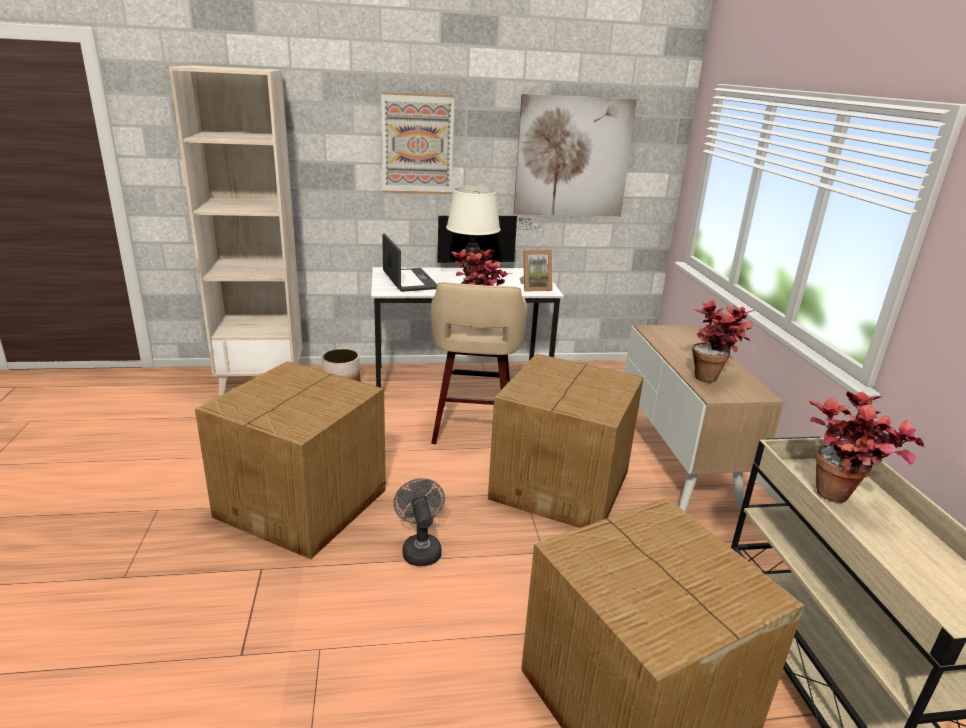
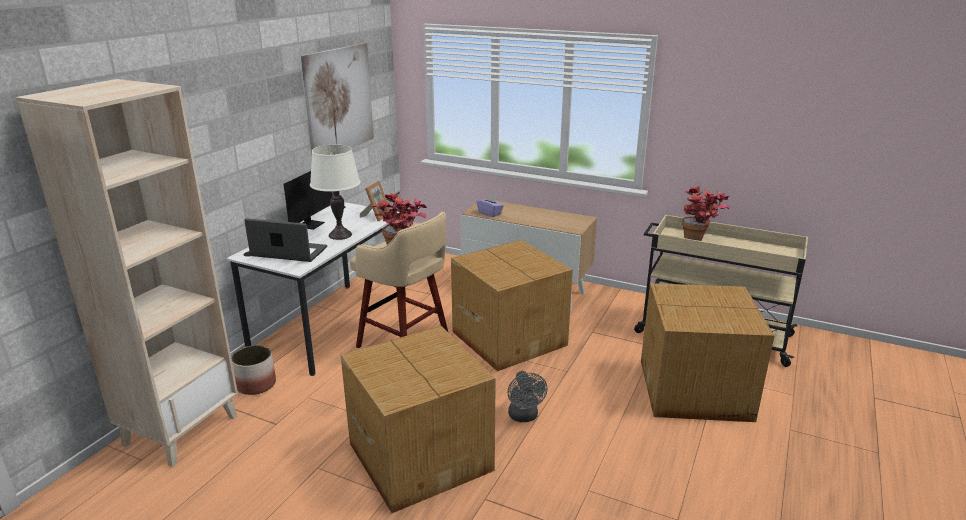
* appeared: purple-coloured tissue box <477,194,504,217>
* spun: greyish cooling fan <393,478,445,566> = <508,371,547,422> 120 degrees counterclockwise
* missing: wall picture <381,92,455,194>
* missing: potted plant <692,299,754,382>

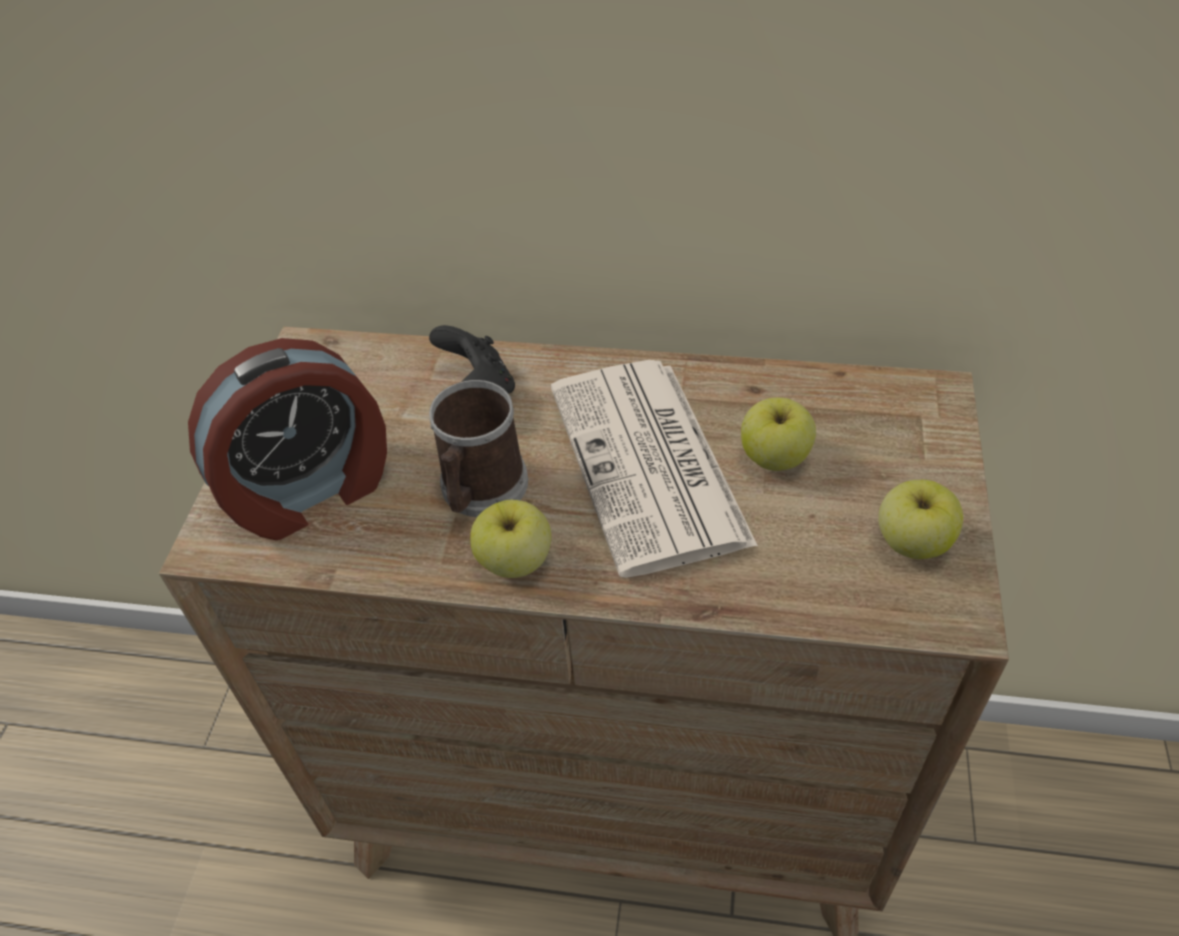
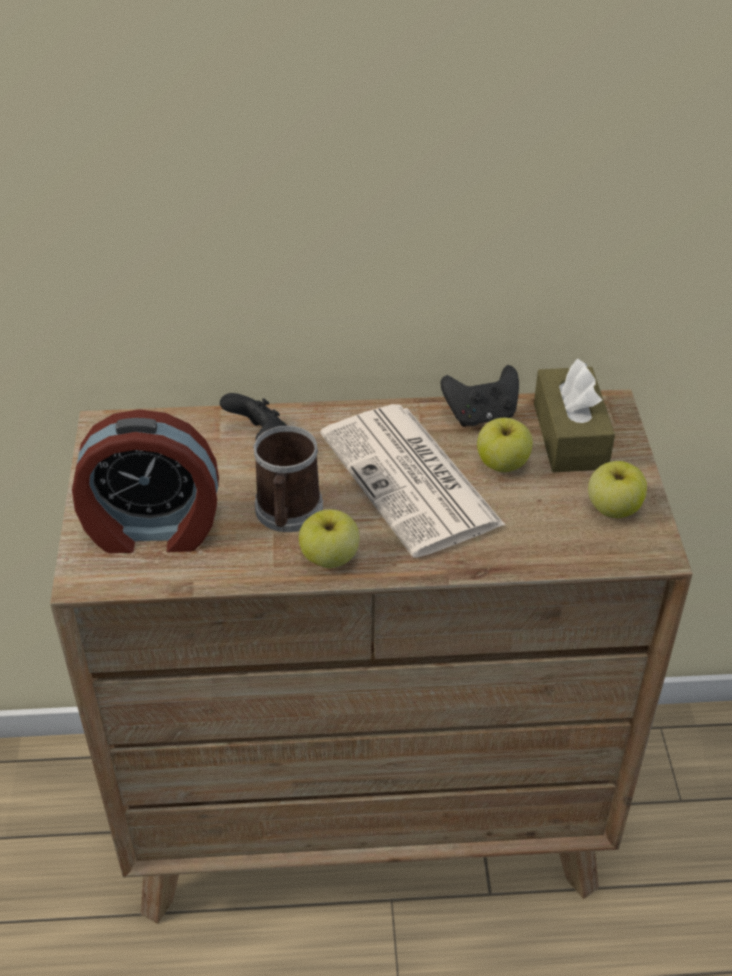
* spun: bedside clock <188,338,387,540> = <72,409,219,553> 45 degrees clockwise
* appeared: black gamepad <441,365,519,426>
* appeared: brown-coloured tissue box <534,358,615,472>

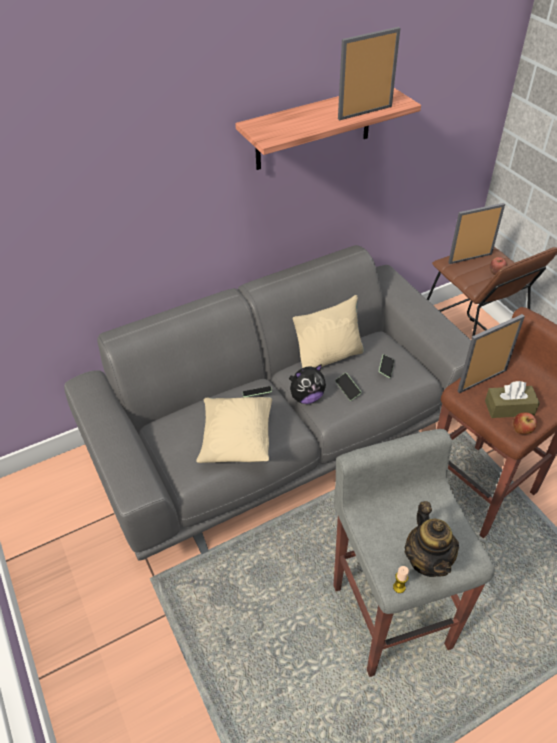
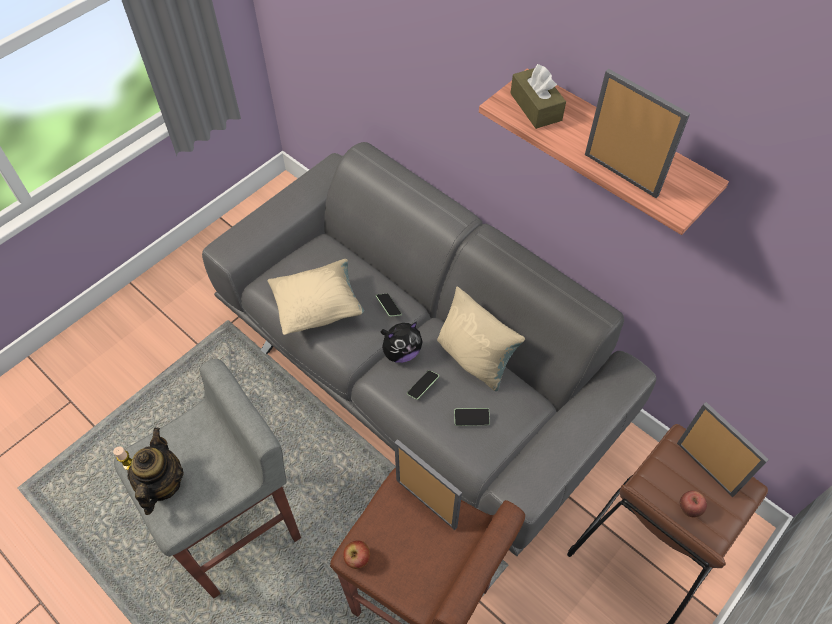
* spun: teapot <404,501,459,577> = <127,428,184,515> 120 degrees clockwise
* spun: soft toy <289,364,326,404> = <380,322,422,363> 75 degrees counterclockwise
* relocated: brown-coloured tissue box <485,381,540,418> to <510,64,566,129>

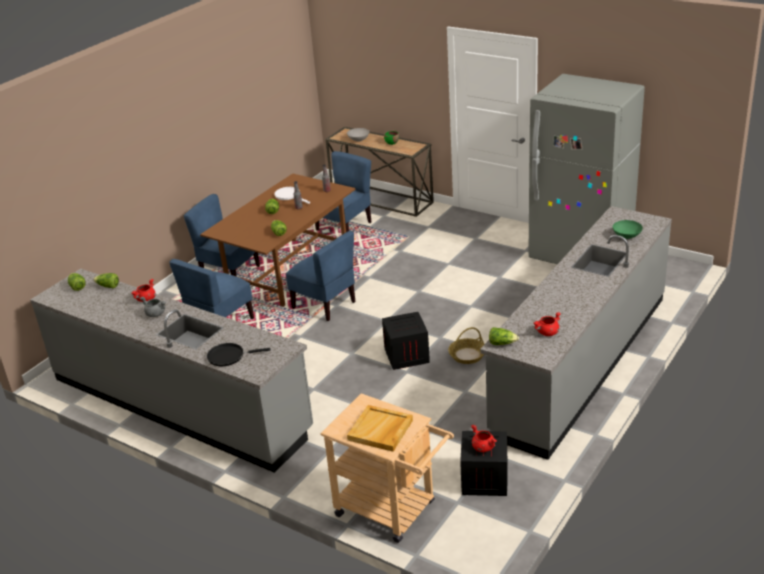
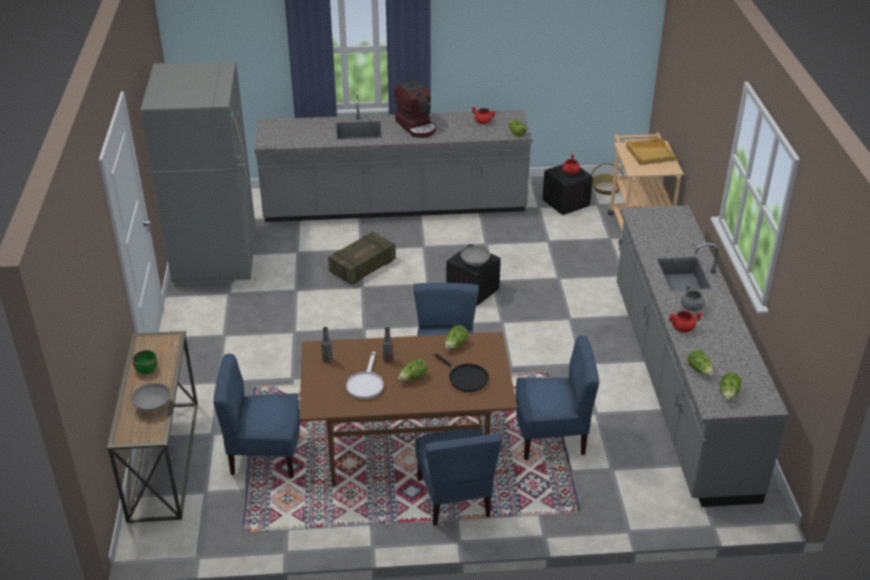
* appeared: packing crate <328,232,396,285>
* appeared: coffee machine <394,80,436,138>
* relocated: black frying pan <207,343,271,366> to <434,353,489,392>
* appeared: greyish deep dish <460,246,490,266>
* relocated: storage basket <448,327,484,364> to <591,163,624,195>
* missing: green-coloured deep dish <613,220,643,239>

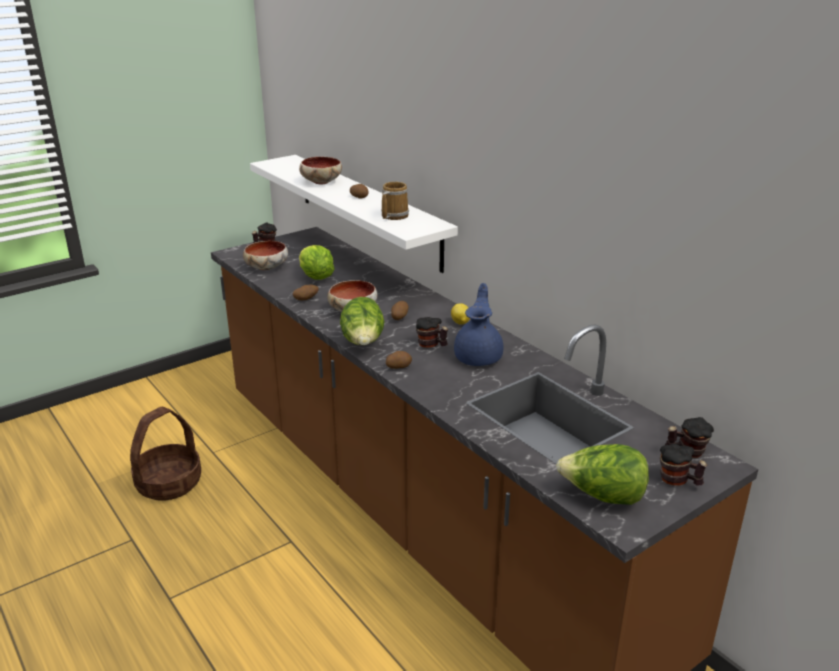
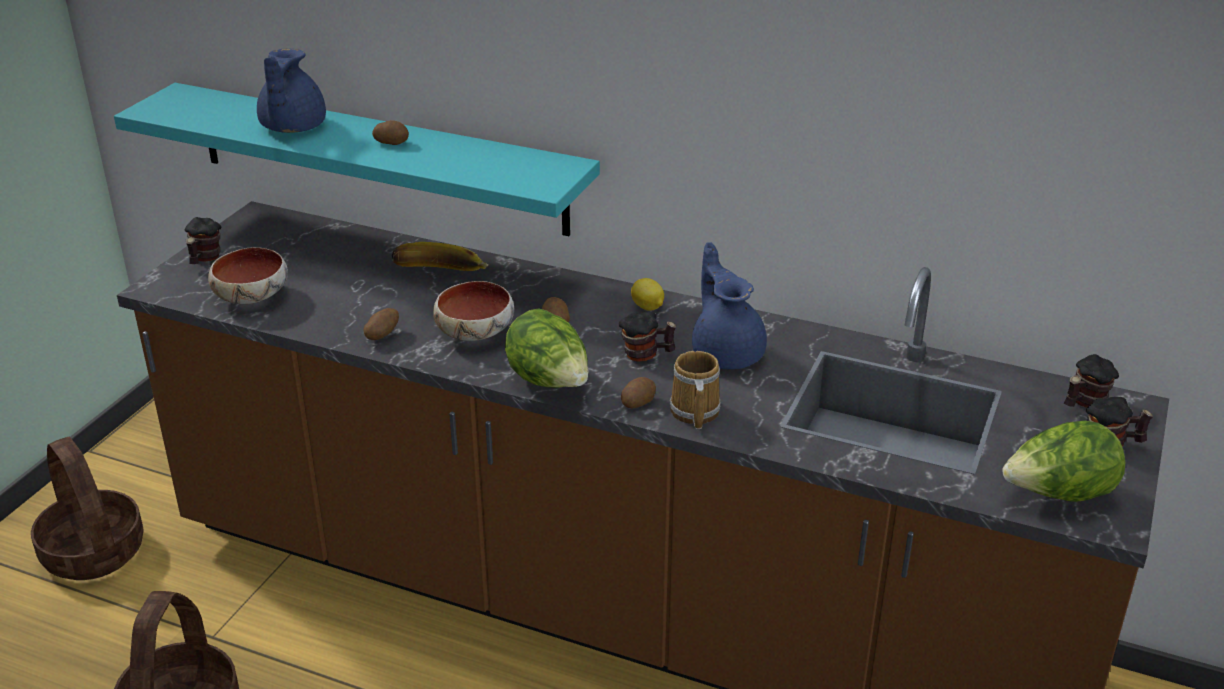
* appeared: storage basket <31,437,143,580>
* colour: white wall shelf <250,155,458,273> to turquoise-coloured wall shelf <114,83,600,236>
* exchanged: deep dish <299,157,342,184> to blue-coloured teapot <257,48,326,133>
* appeared: banana fruit <392,242,488,271>
* relocated: mug <381,182,409,220> to <670,351,721,429>
* missing: lettuce head <299,245,335,280>

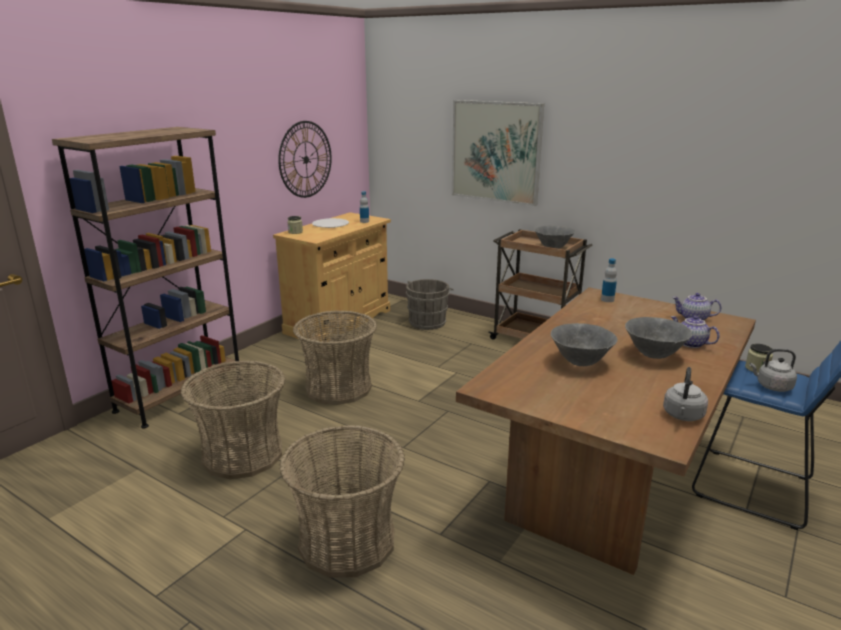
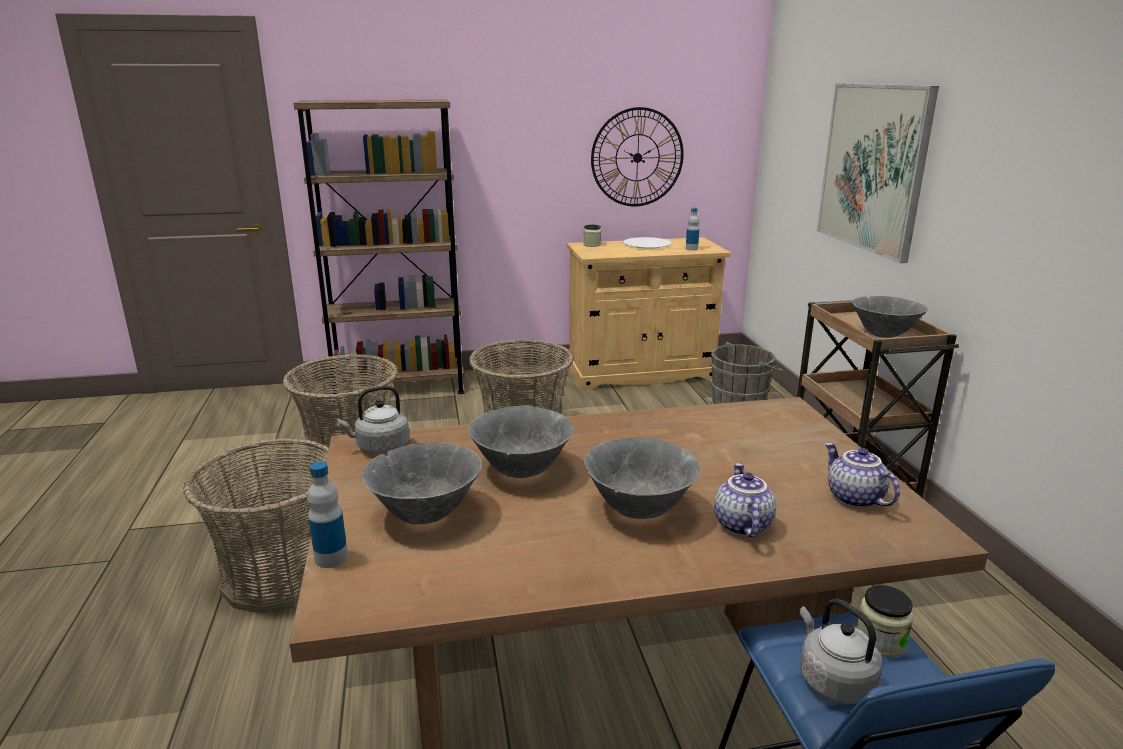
* relocated: beverage bottle <601,258,617,302> to <307,461,348,568>
* relocated: greyish kettle <663,367,708,421> to <337,385,410,454>
* appeared: greyish deep dish <361,442,482,525>

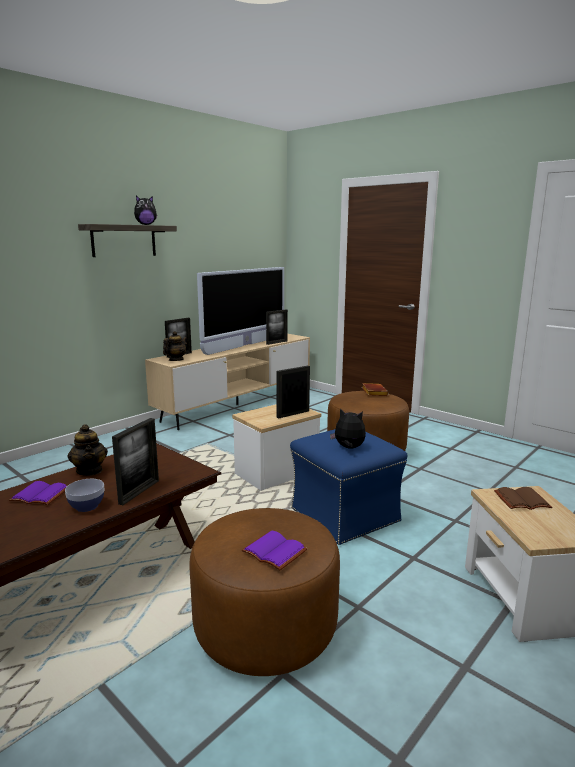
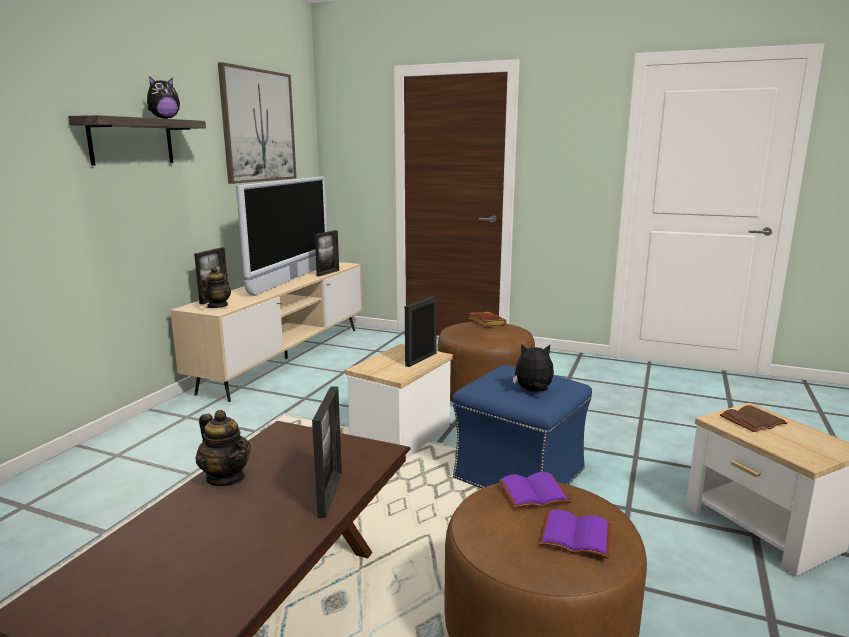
* appeared: wall picture <218,62,297,184>
* relocated: purple-coloured book <9,481,67,505> to <499,472,572,509>
* missing: deep dish <65,479,104,512>

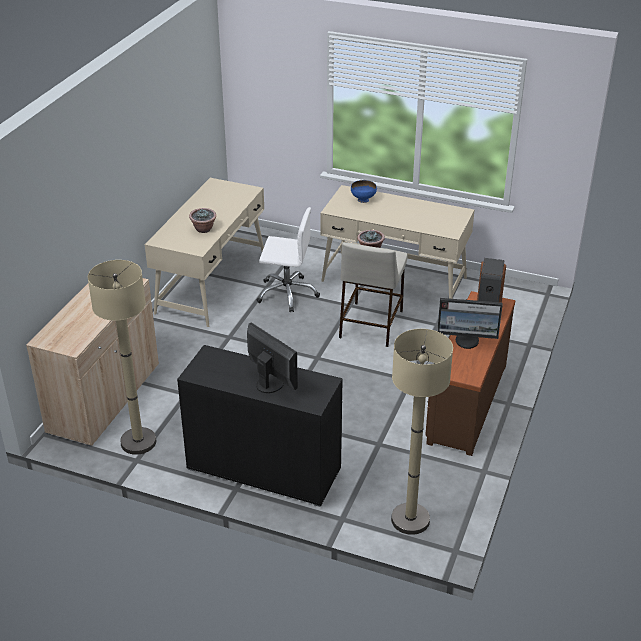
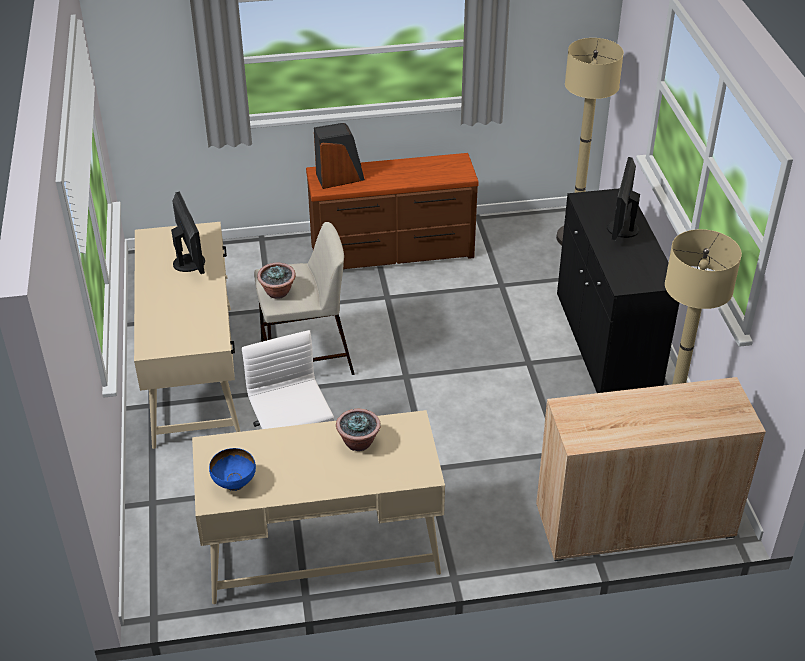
* relocated: computer display <437,298,503,349> to <171,191,205,274>
* relocated: blue-coloured deep dish <351,180,377,203> to <209,448,256,491>

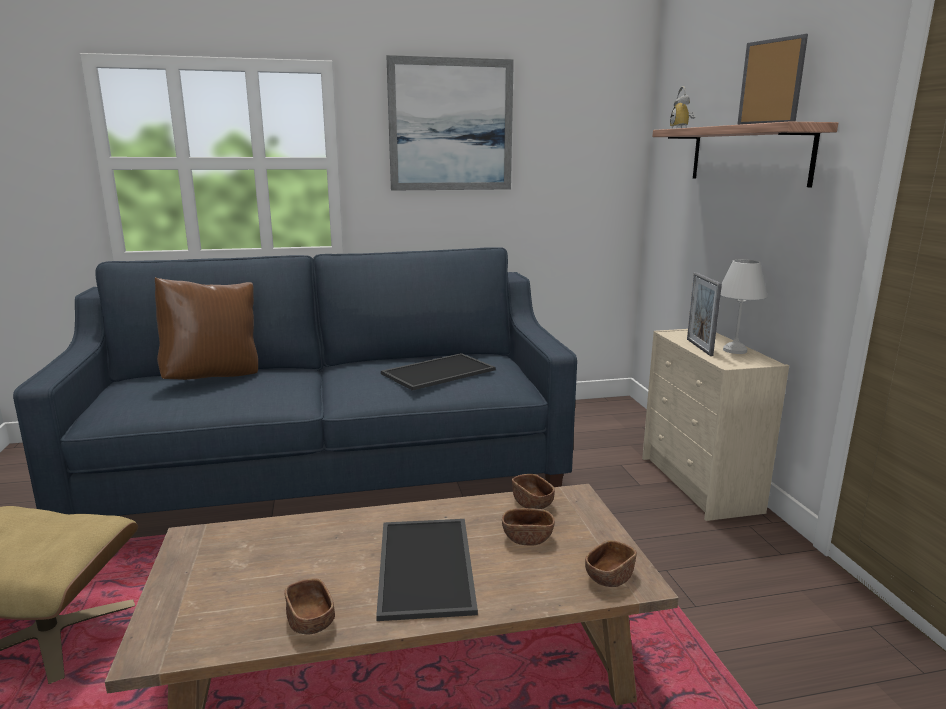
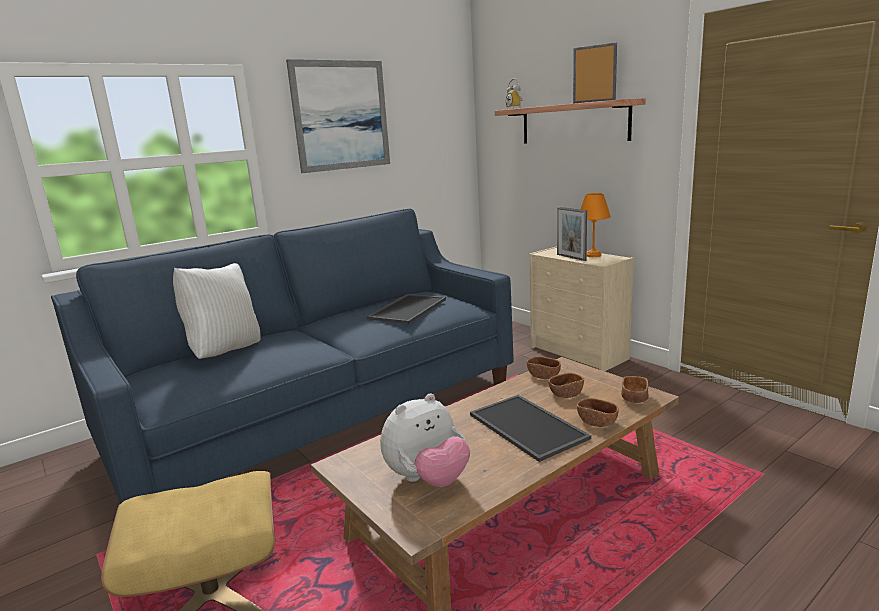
* colour: brown-coloured throw pillow <155,277,258,380> to white throw pillow <173,263,261,359>
* appeared: soft toy <380,393,470,487>
* relocated: brown-coloured deep dish <285,579,335,634> to <577,398,619,427>
* colour: white tabletop lamp <720,259,768,354> to orange-coloured tabletop lamp <580,193,611,257>

